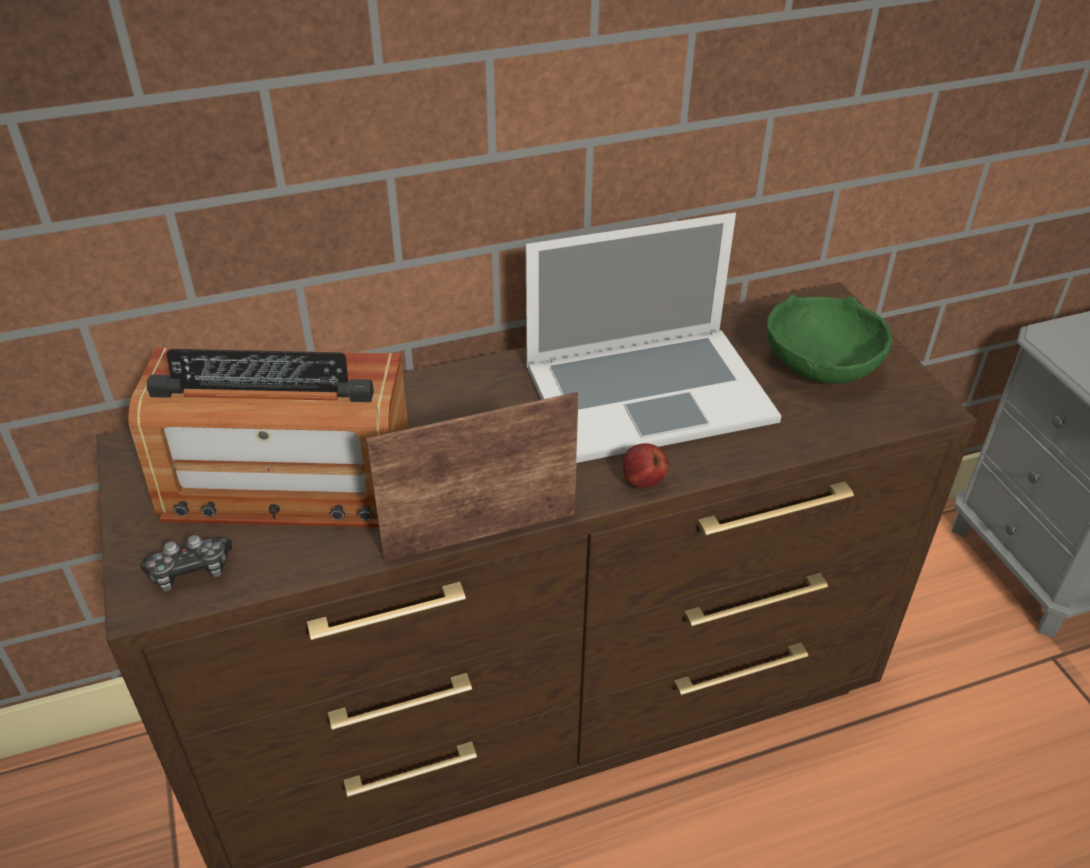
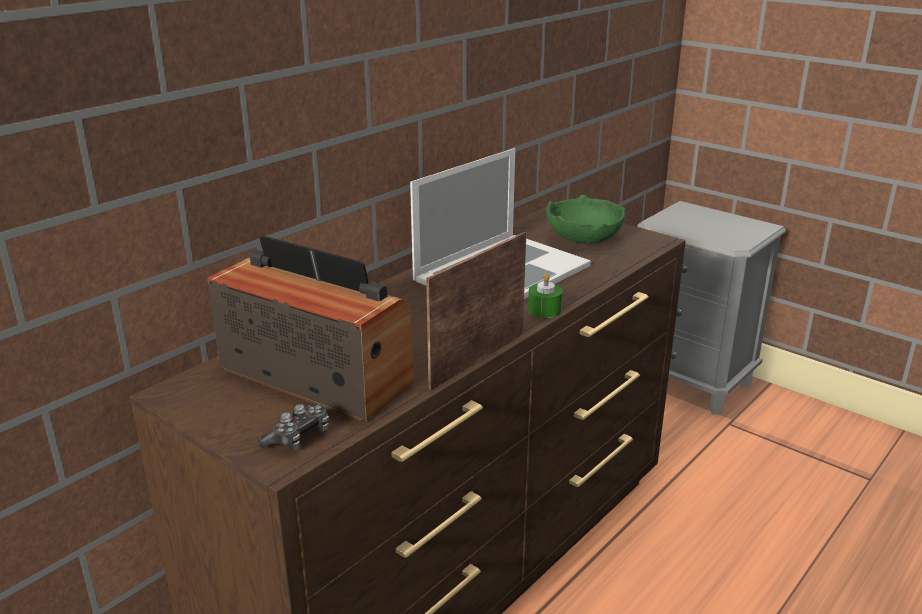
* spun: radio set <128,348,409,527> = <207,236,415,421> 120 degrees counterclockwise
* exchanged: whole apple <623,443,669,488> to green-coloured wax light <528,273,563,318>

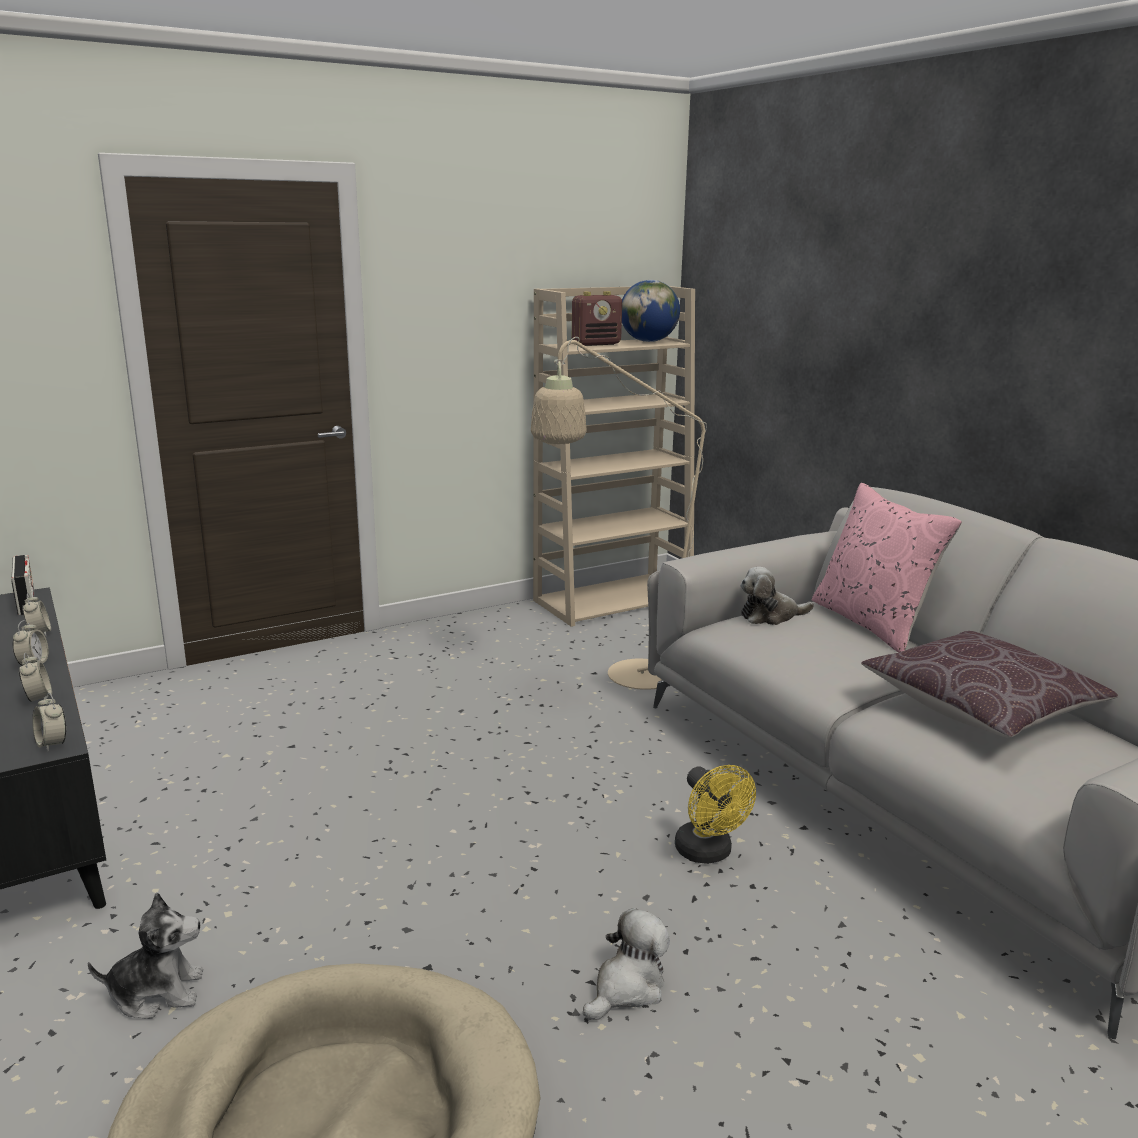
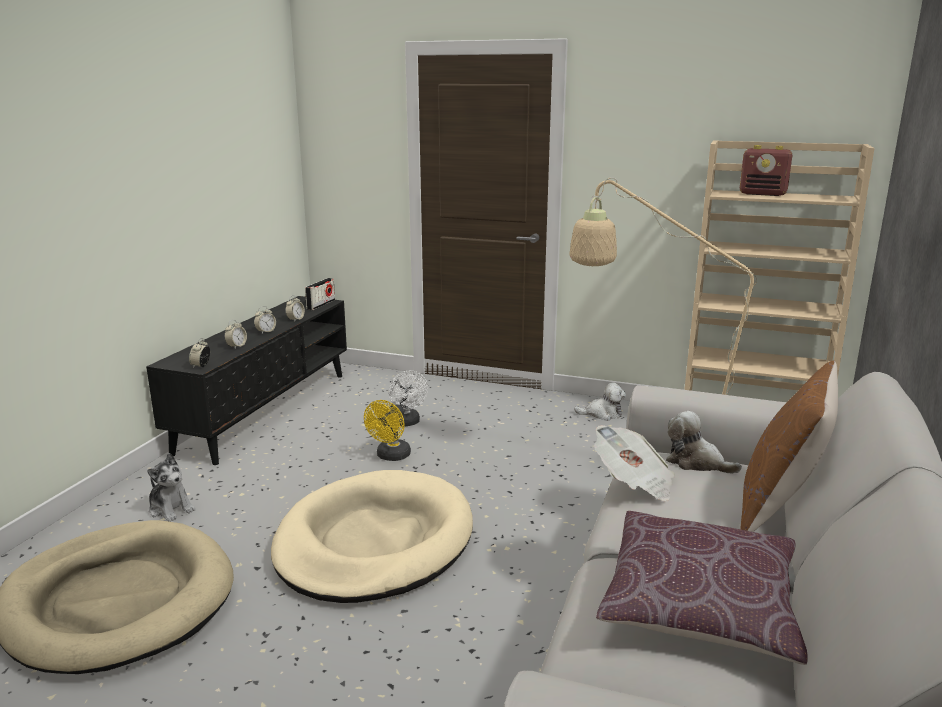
* appeared: beige dog cushion <271,470,473,603>
* relocated: yellowish cooling fan <675,765,756,864> to <364,400,411,461>
* appeared: white cooling fan <389,370,428,427>
* relocated: soft toy <583,908,670,1020> to <574,382,626,421>
* appeared: daily paper <594,425,675,501>
* colour: pink-coloured throw pillow <812,483,962,653> to brown-coloured throw pillow <741,360,838,532>
* missing: globe <622,280,680,342>

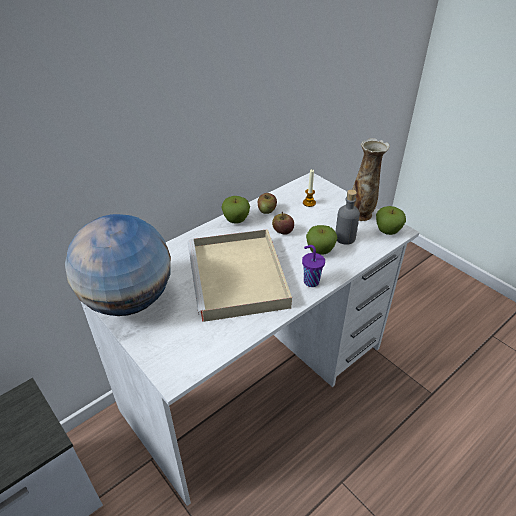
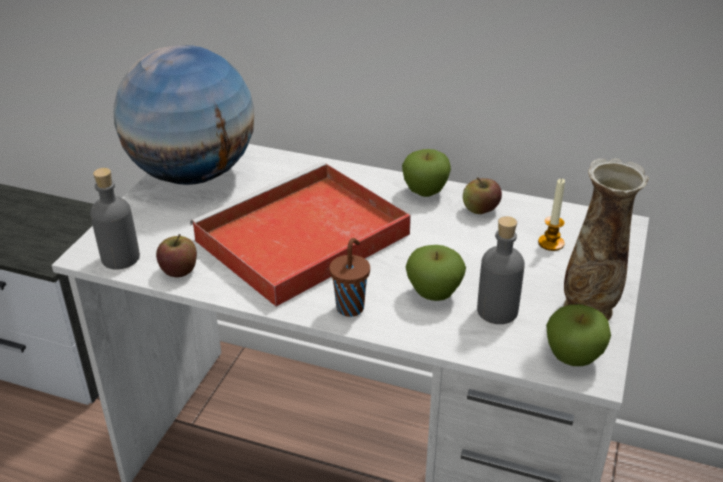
* appeared: greyish beverage bottle <90,168,140,270>
* relocated: whole apple <272,212,294,235> to <156,234,197,277>
* colour: beige serving tray <188,229,292,322> to red-coloured serving tray <190,162,411,307>
* colour: purple-coloured cup <302,245,325,287> to brown-coloured cup <329,238,370,317>

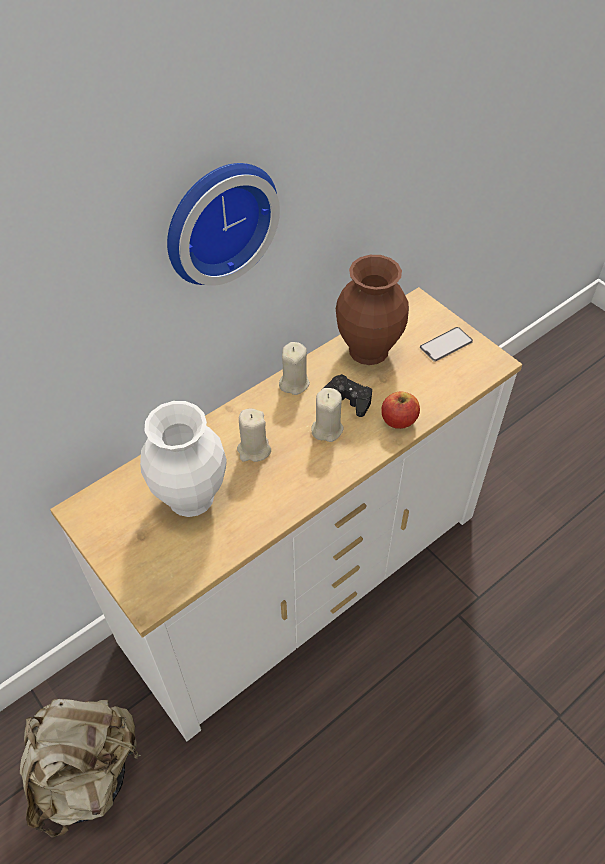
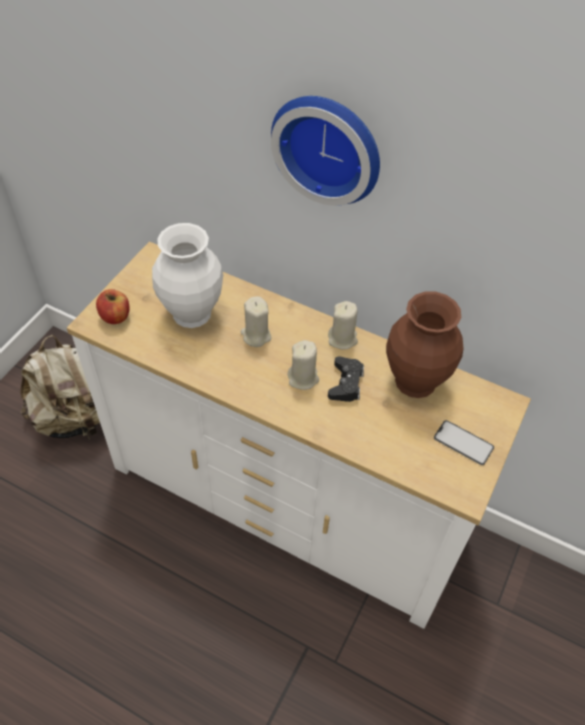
* relocated: whole apple <381,392,420,429> to <96,289,130,324>

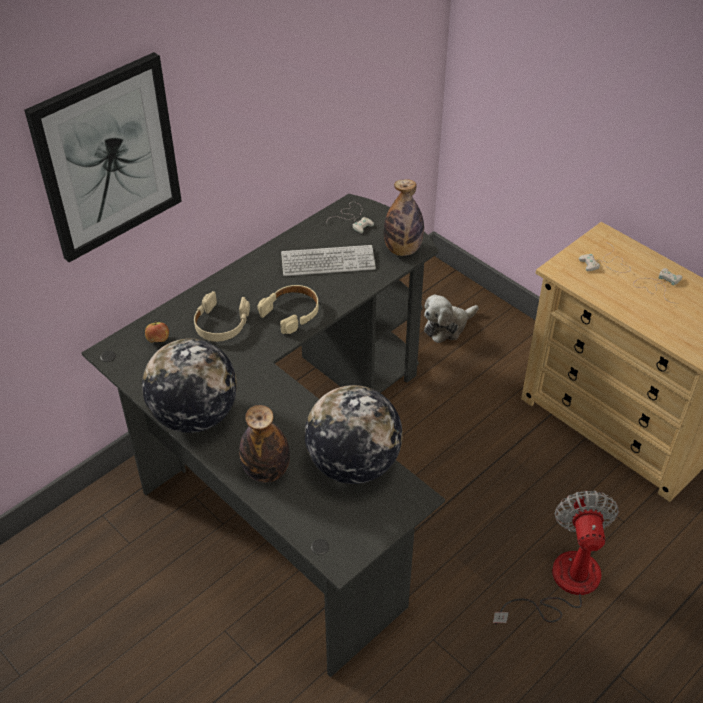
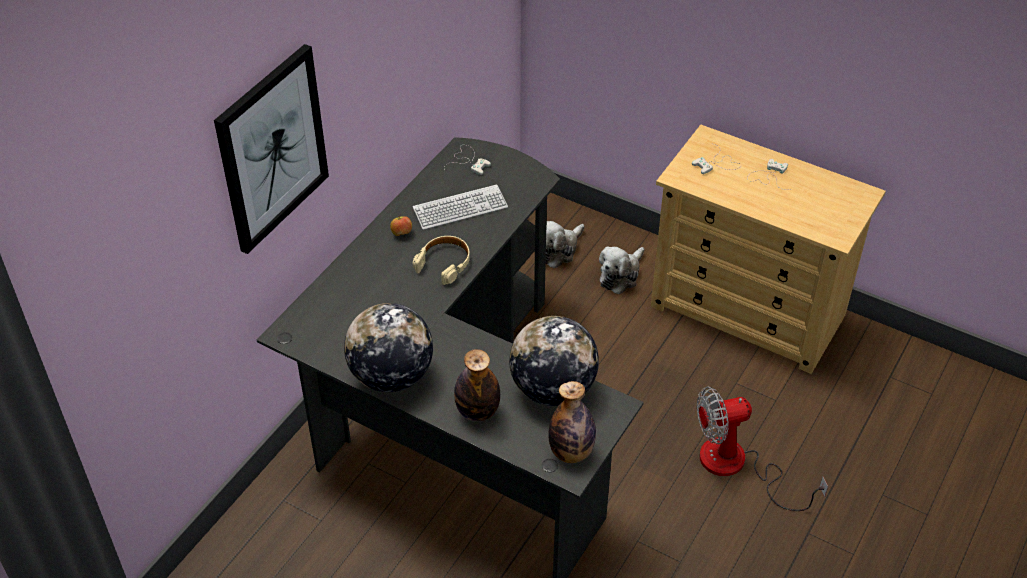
* relocated: whole apple <145,321,169,343> to <390,216,412,236>
* relocated: beverage bottle <384,179,424,256> to <549,381,596,463>
* appeared: soft toy <599,247,644,294>
* spun: cooling fan <493,491,619,625> = <697,387,828,511> 90 degrees counterclockwise
* missing: beige pair of headphones <194,291,250,342>

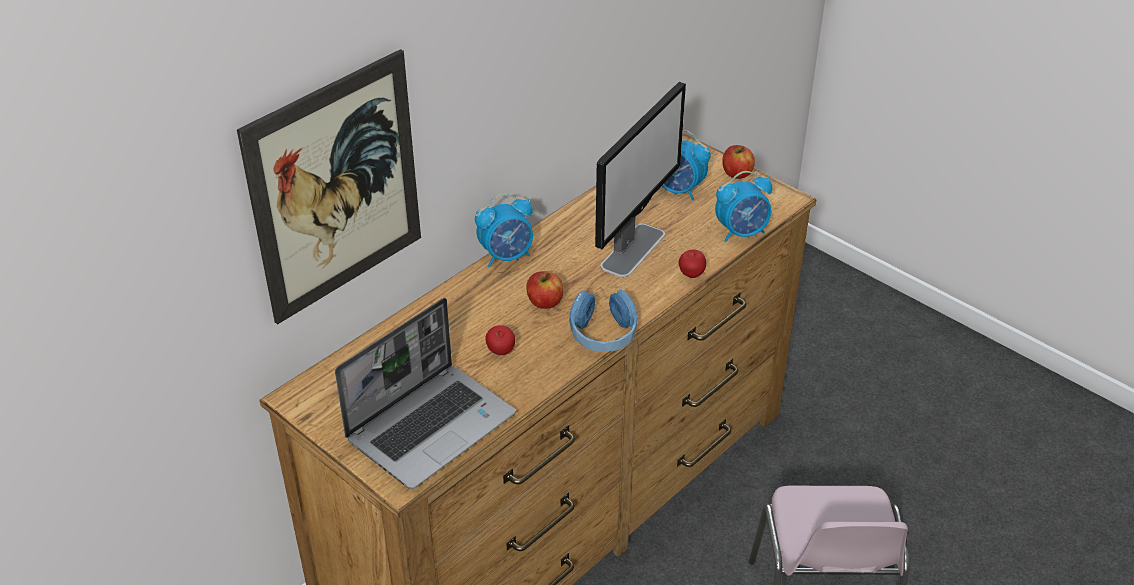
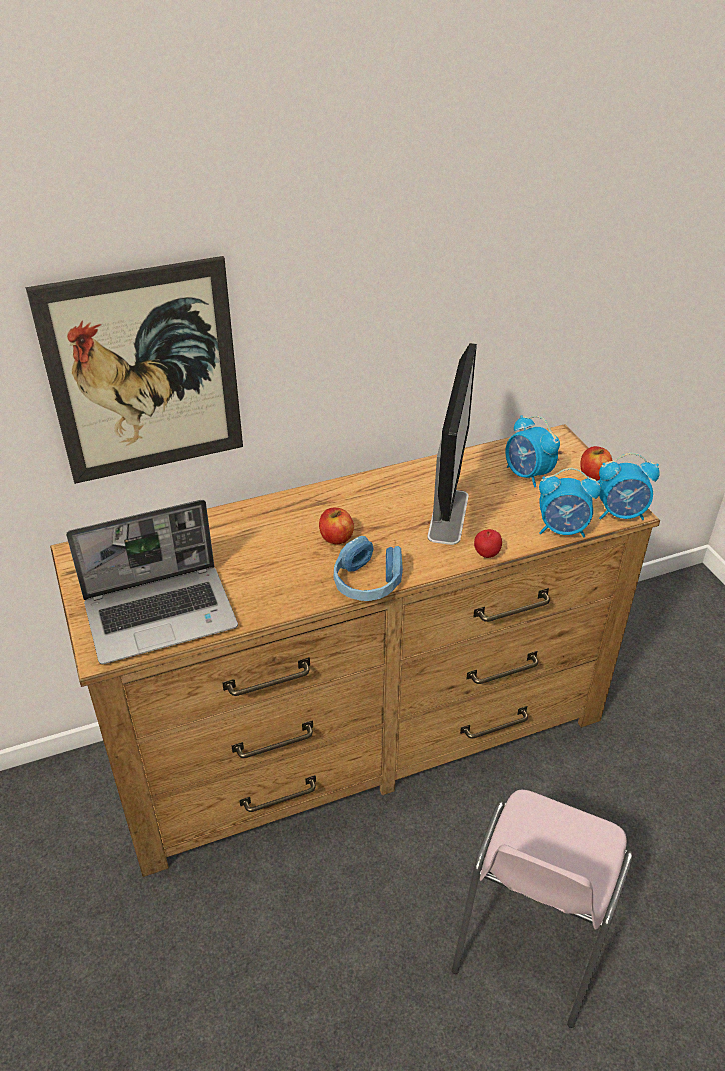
* spun: computer display <595,82,686,277> = <427,343,477,545> 45 degrees counterclockwise
* relocated: bedside clock <475,194,533,267> to <599,453,660,520>
* missing: whole apple <485,325,515,355>

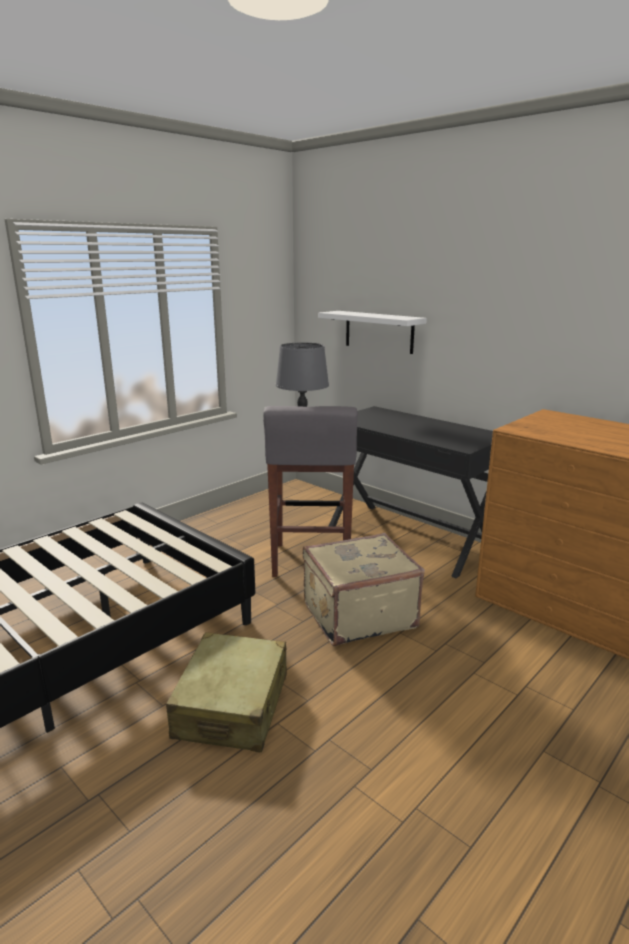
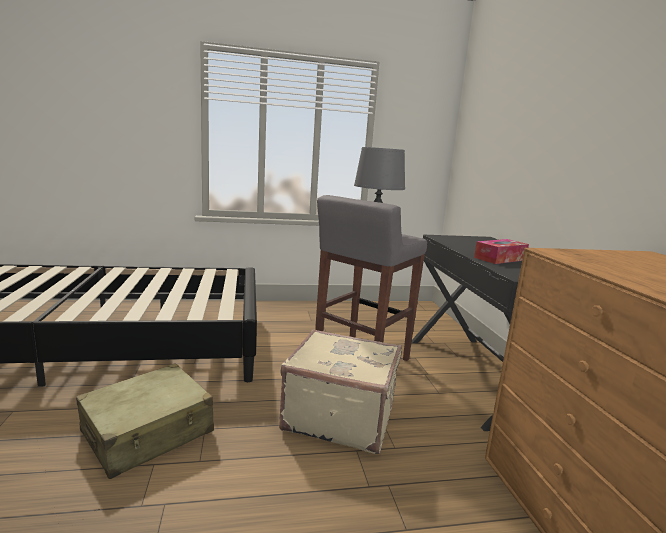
* appeared: tissue box <474,239,529,264>
* missing: white wall shelf <318,311,427,354>

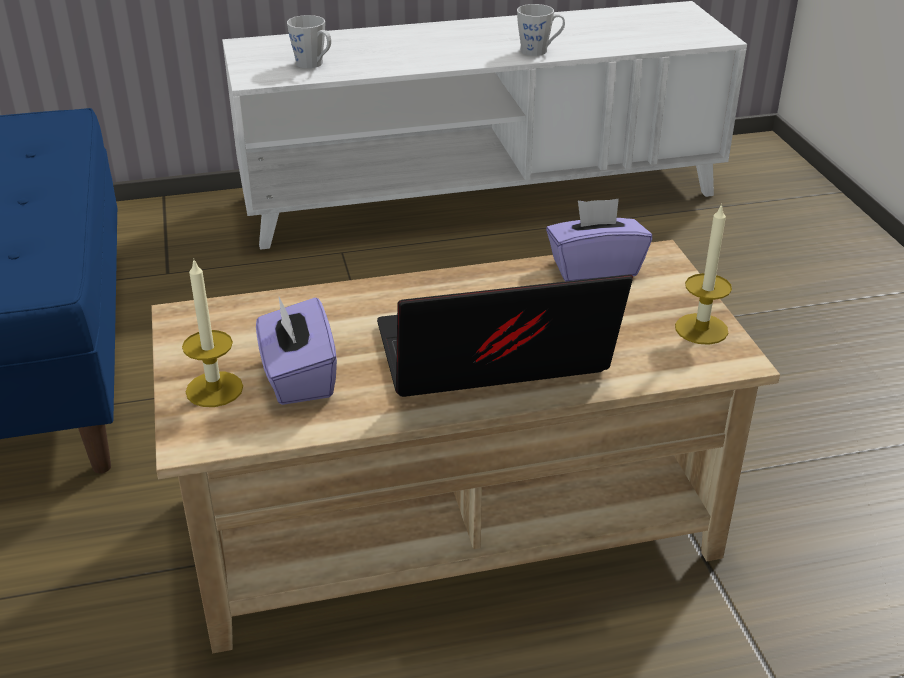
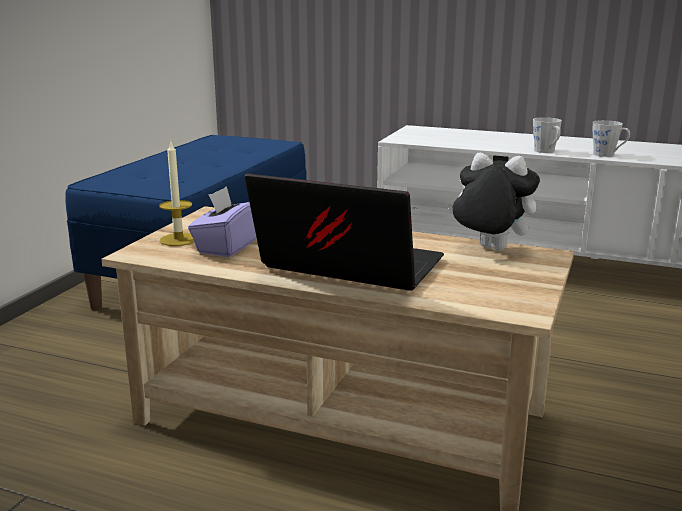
* exchanged: purple-coloured tissue box <546,198,652,281> to soft toy <448,153,540,250>
* relocated: greyish mug <287,15,331,68> to <533,117,562,153>
* missing: wax light <675,203,732,345>

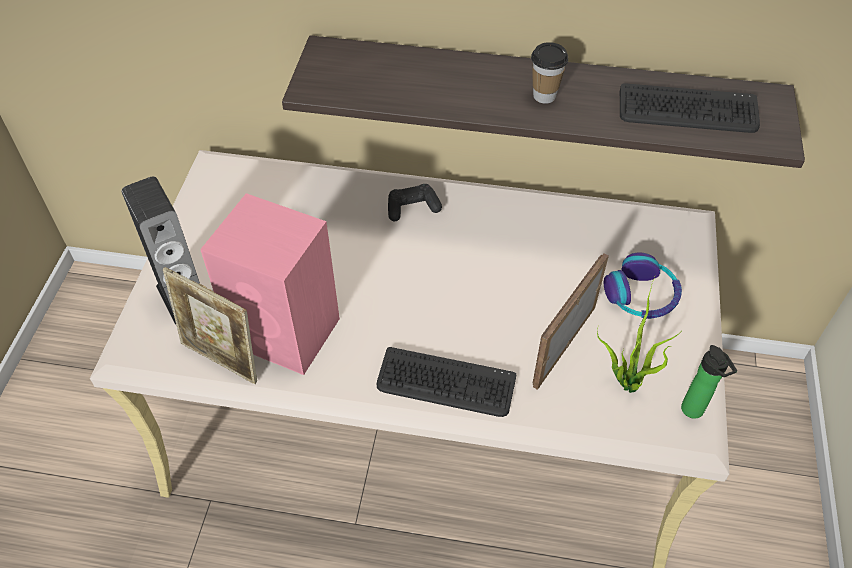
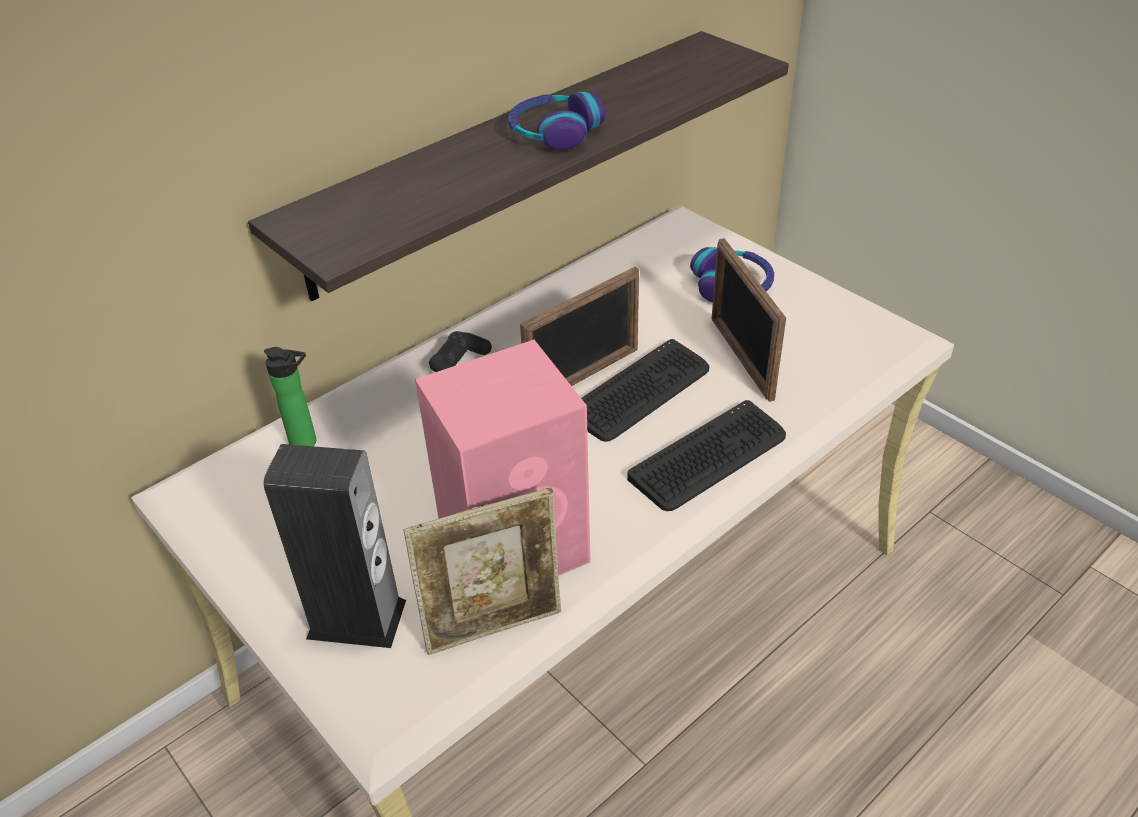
* relocated: beverage bottle <681,345,737,419> to <264,347,316,446>
* exchanged: cup <531,42,568,104> to pair of headphones <508,92,605,150>
* appeared: standing frame <520,267,639,386>
* relocated: keyboard <620,83,760,133> to <581,339,709,442>
* missing: potted plant <597,277,678,393>

